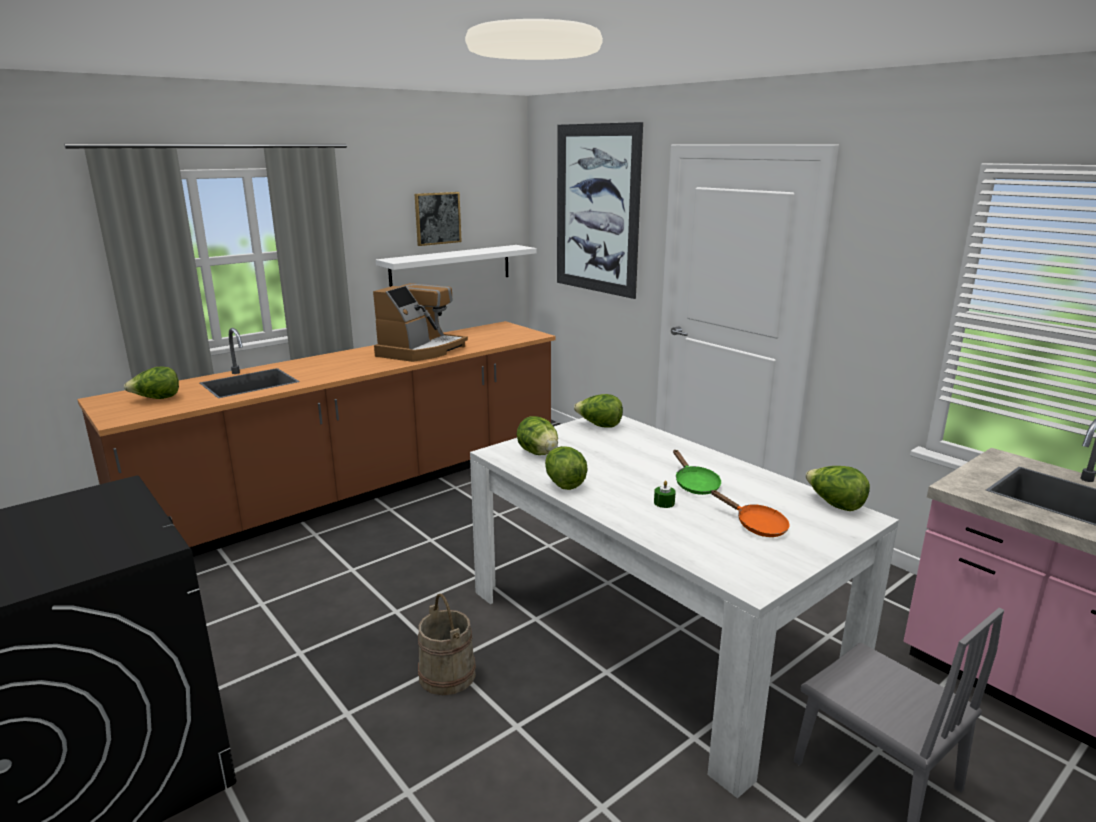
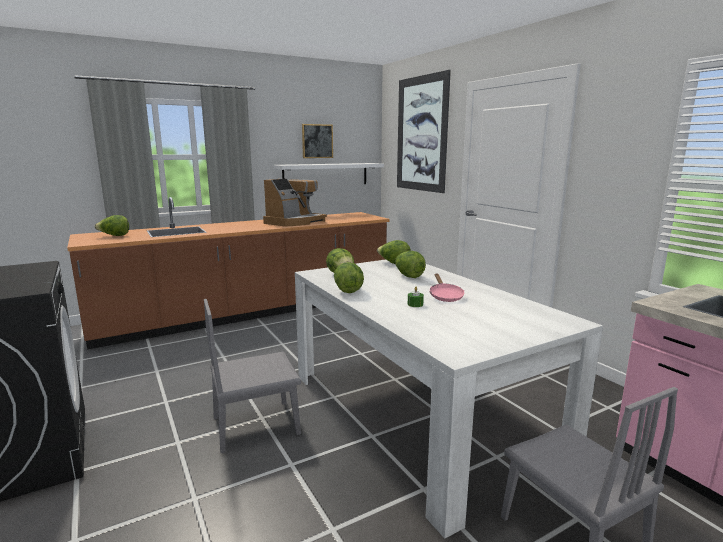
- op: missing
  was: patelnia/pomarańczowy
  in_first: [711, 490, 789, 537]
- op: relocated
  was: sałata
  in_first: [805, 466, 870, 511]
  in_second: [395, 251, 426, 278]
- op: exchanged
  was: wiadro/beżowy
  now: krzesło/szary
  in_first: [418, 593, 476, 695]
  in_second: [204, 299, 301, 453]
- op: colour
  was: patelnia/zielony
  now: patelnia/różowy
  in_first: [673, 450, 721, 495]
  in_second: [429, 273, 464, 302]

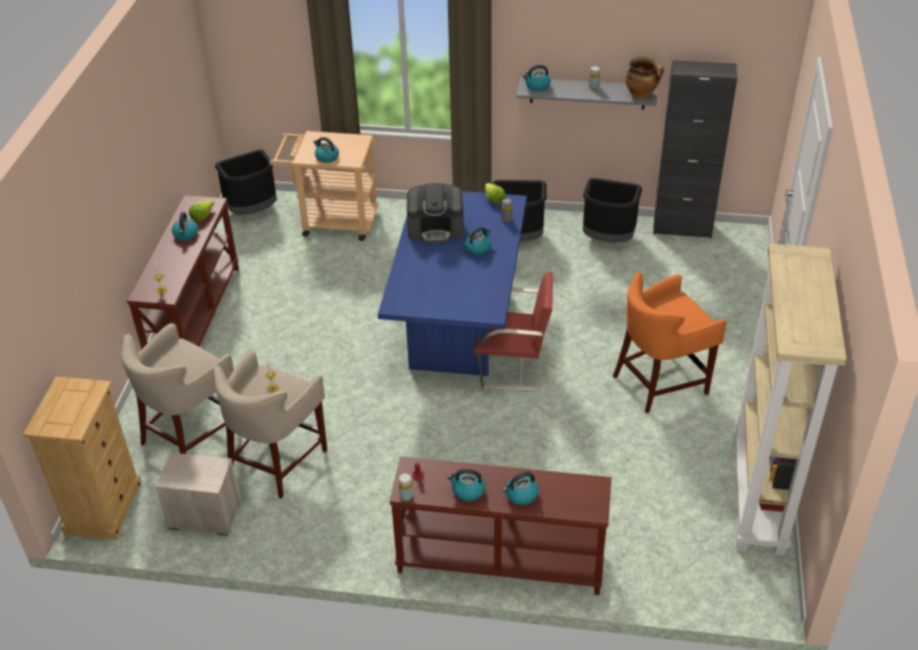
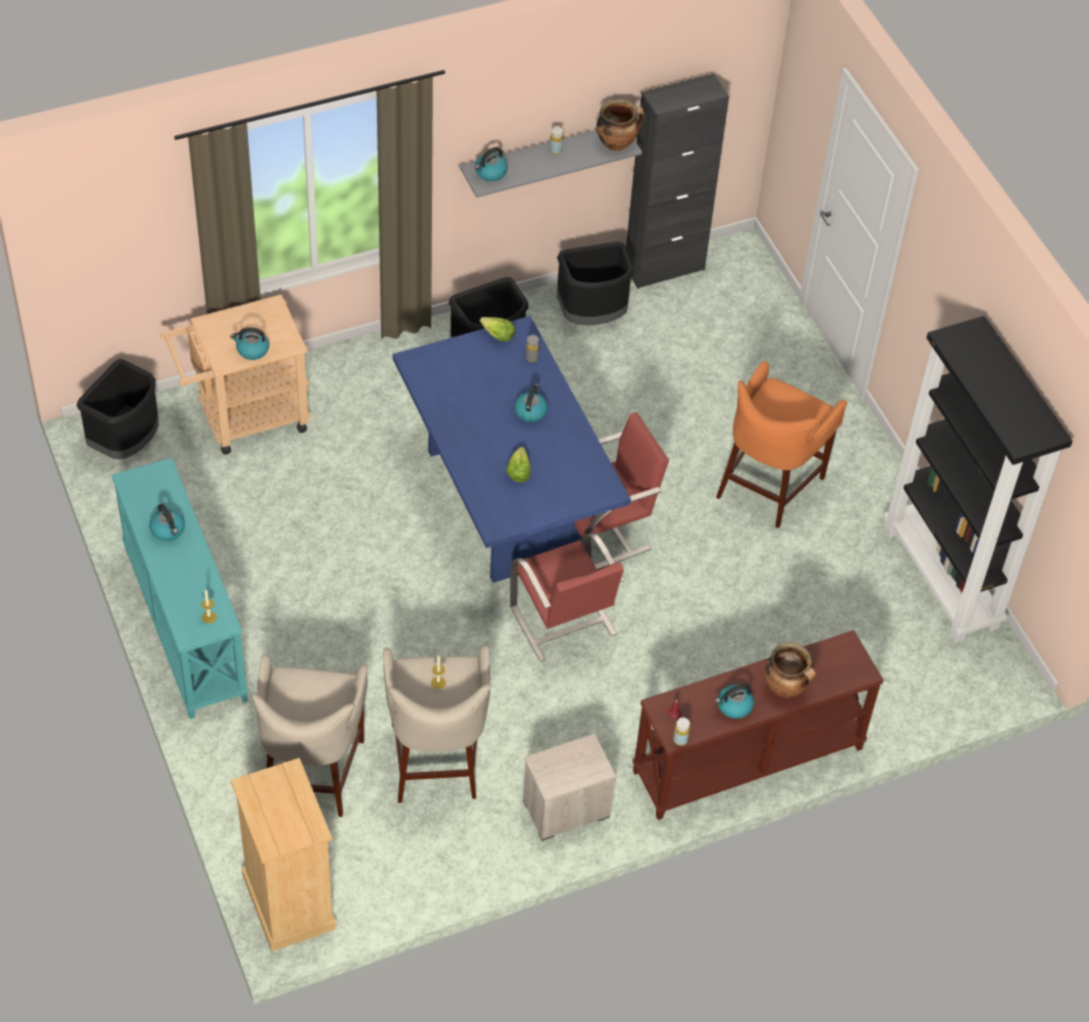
- op: missing
  was: ekspres do kawy
  in_first: [407, 183, 464, 243]
- op: appeared
  now: krzesło/czerwony
  in_second: [510, 533, 624, 662]
- op: relocated
  was: szafka nocna
  in_first: [155, 452, 241, 536]
  in_second: [522, 734, 616, 841]
- op: relocated
  was: sałata
  in_first: [189, 200, 214, 221]
  in_second: [506, 447, 531, 482]
- op: exchanged
  was: czajnik
  now: garnek
  in_first: [502, 472, 539, 505]
  in_second: [764, 642, 816, 697]
- op: colour
  was: stolik konsolowy/brązowy
  now: stolik konsolowy/turkusowy
  in_first: [127, 195, 239, 349]
  in_second: [112, 458, 249, 719]
- op: colour
  was: regał/beżowy
  now: regał/czarny
  in_first: [733, 244, 847, 556]
  in_second: [883, 316, 1073, 643]

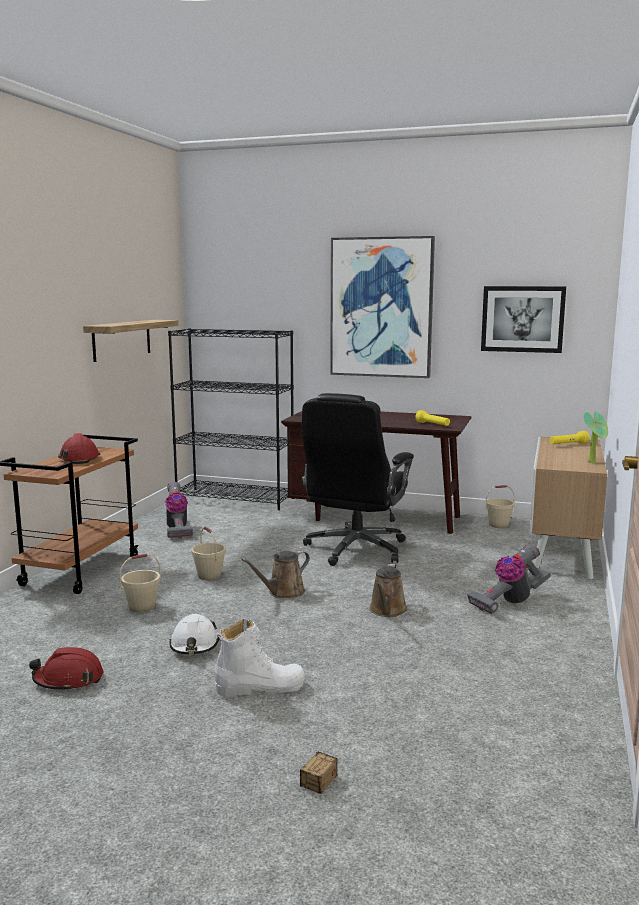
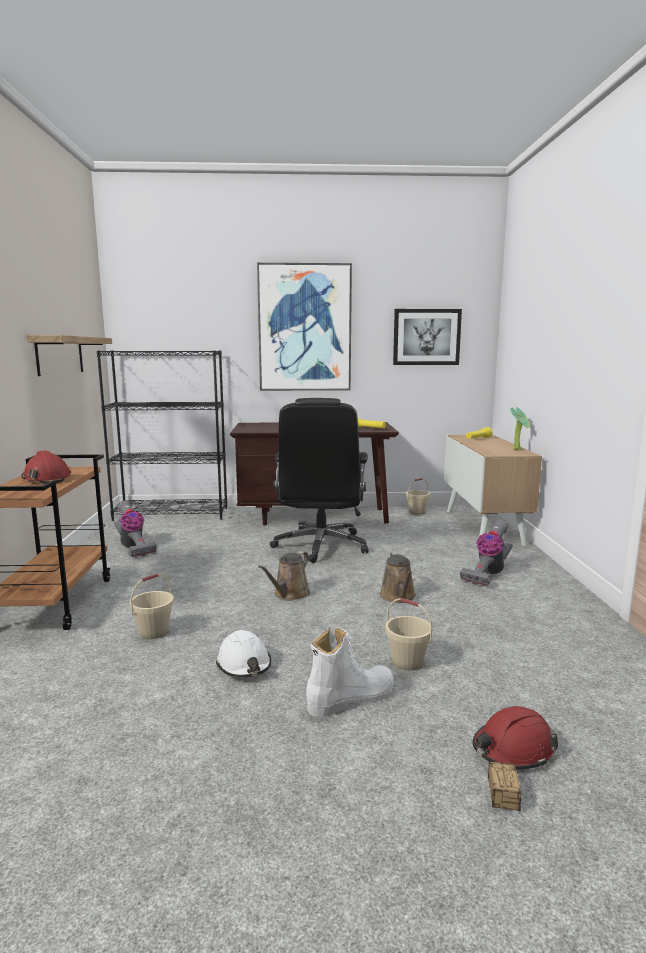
- op: relocated
  was: kask/czerwony
  in_first: [29, 647, 103, 692]
  in_second: [472, 706, 558, 769]
- op: relocated
  was: wiadro/beżowy
  in_first: [191, 527, 226, 580]
  in_second: [385, 598, 432, 671]

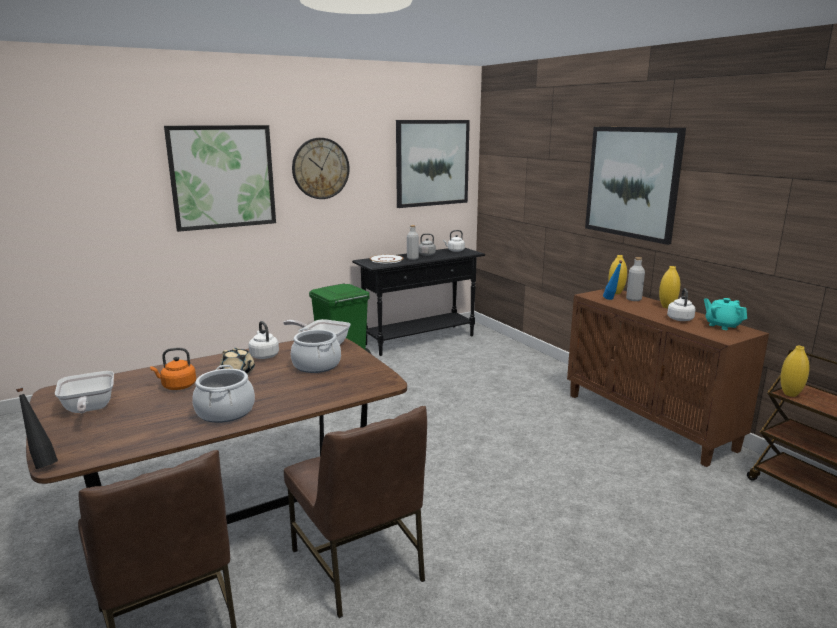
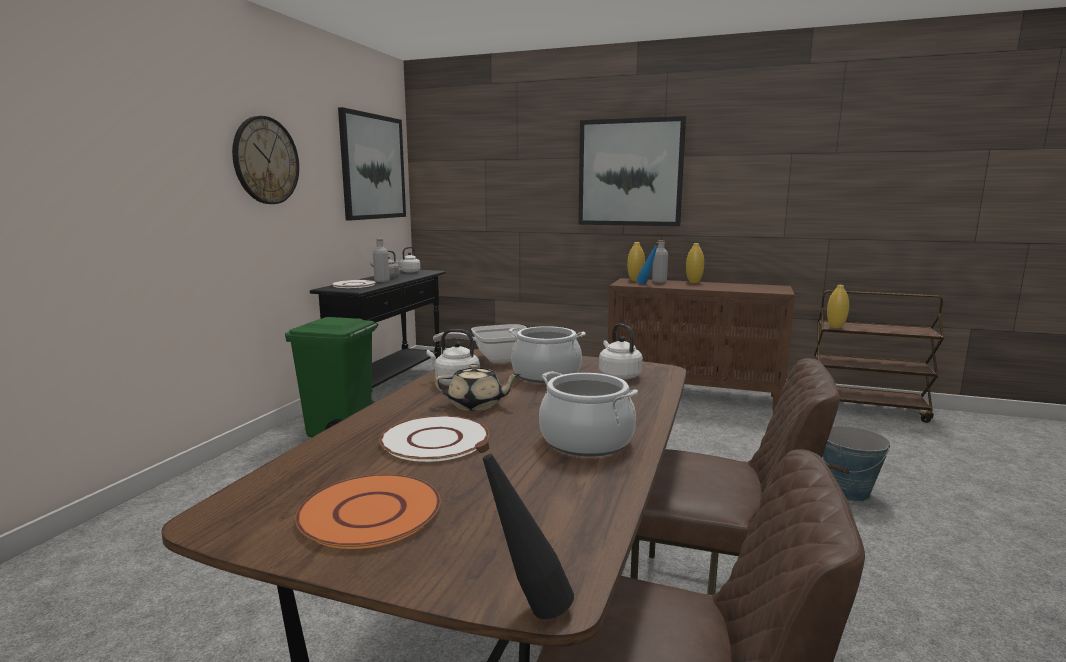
- op: missing
  was: obraz
  in_first: [164, 125, 276, 232]
- op: missing
  was: imbryk/turkusowy
  in_first: [704, 298, 747, 330]
- op: appeared
  now: wiadro
  in_second: [822, 426, 891, 502]
- op: relocated
  was: czajnik/biały
  in_first: [667, 288, 695, 321]
  in_second: [599, 324, 643, 380]
- op: exchanged
  was: patelnia
  now: talerz/pomarańczowy
  in_first: [55, 371, 114, 413]
  in_second: [295, 474, 441, 549]
- op: exchanged
  was: czajnik/pomarańczowy
  now: talerz/biały
  in_first: [150, 348, 196, 390]
  in_second: [379, 416, 489, 462]

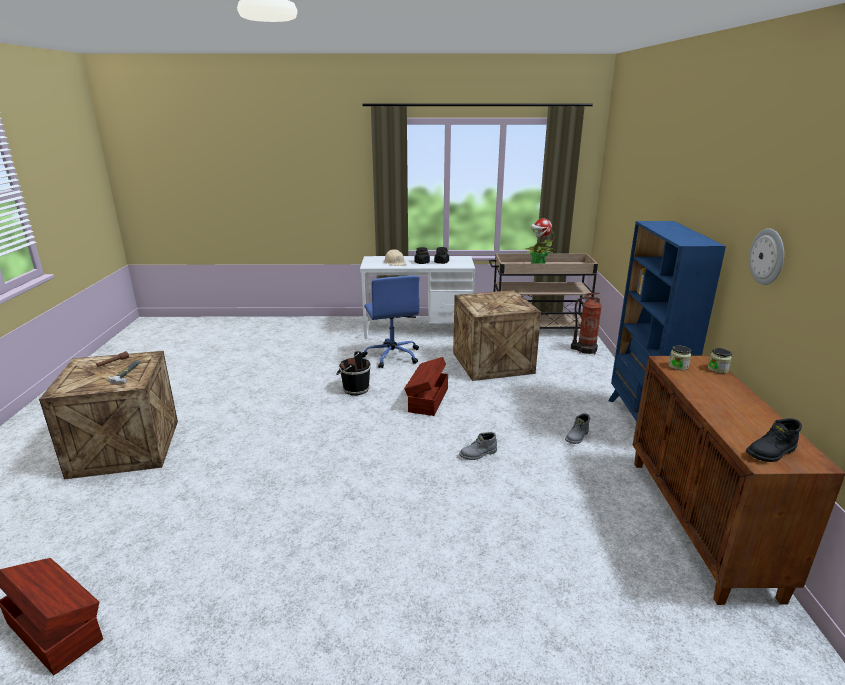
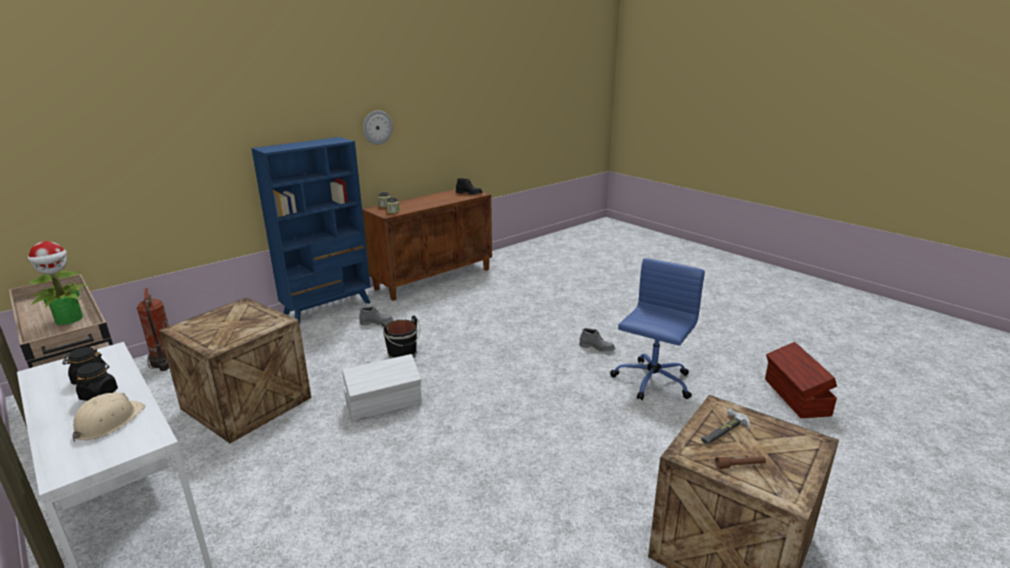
- op: relocated
  was: wiadro/czarny
  in_first: [336, 351, 371, 395]
  in_second: [382, 316, 420, 359]
- op: relocated
  was: krzesło biurowe/niebieski
  in_first: [362, 275, 419, 368]
  in_second: [610, 258, 705, 400]
- op: relocated
  was: but z cholewką/szary
  in_first: [459, 432, 497, 460]
  in_second: [579, 328, 615, 352]
- op: colour
  was: pojemnik do przechowywania/brązowy
  now: pojemnik do przechowywania/biały
  in_first: [404, 357, 448, 416]
  in_second: [343, 354, 422, 421]

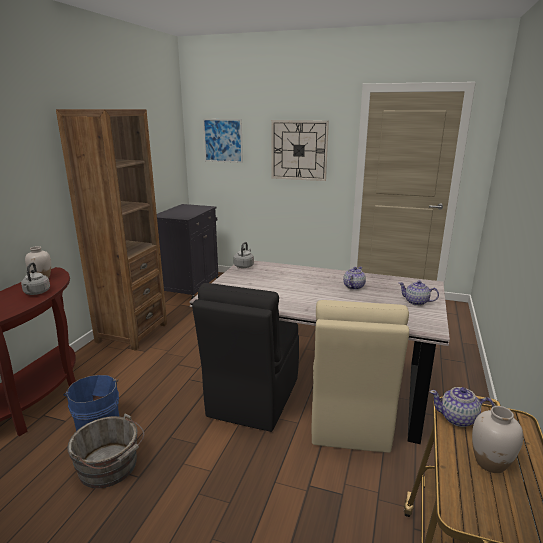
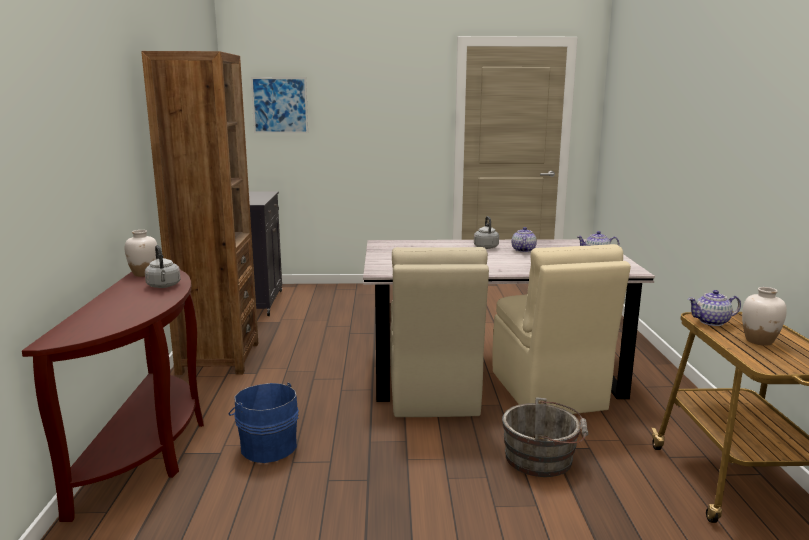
- op: missing
  was: zegar ścienny
  in_first: [271, 120, 329, 181]
- op: relocated
  was: wiadro/szary
  in_first: [67, 414, 144, 488]
  in_second: [502, 397, 588, 477]
- op: relocated
  was: czajnik/szary
  in_first: [233, 242, 254, 268]
  in_second: [474, 216, 499, 249]
- op: colour
  was: krzesło/czarny
  now: krzesło/beżowy
  in_first: [192, 283, 299, 432]
  in_second: [390, 247, 489, 417]

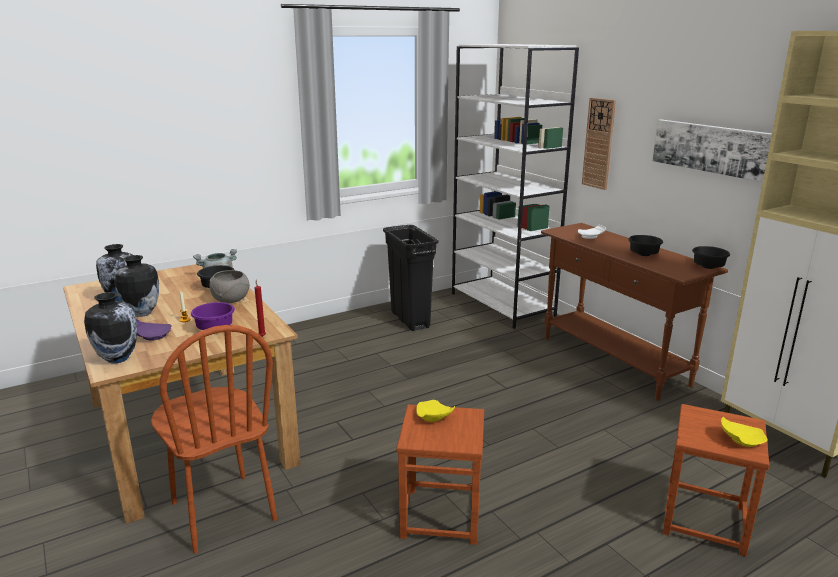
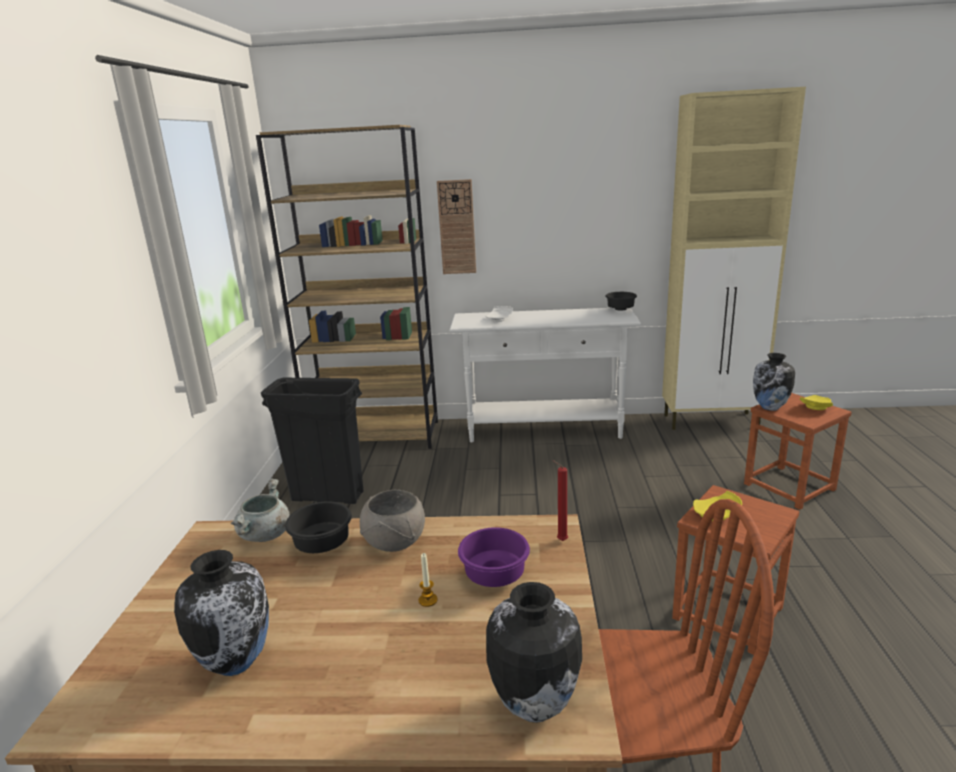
- op: missing
  was: talerz/fioletowy
  in_first: [136, 319, 171, 340]
- op: missing
  was: miska/czarny
  in_first: [628, 235, 663, 256]
- op: missing
  was: obraz
  in_first: [653, 119, 772, 182]
- op: relocated
  was: wazon
  in_first: [114, 255, 159, 317]
  in_second: [753, 353, 795, 411]
- op: colour
  was: regał/biały
  now: regał/brązowy
  in_first: [452, 44, 579, 329]
  in_second: [256, 125, 438, 449]
- op: colour
  was: stolik konsolowy/brązowy
  now: stolik konsolowy/biały
  in_first: [541, 223, 728, 401]
  in_second: [450, 308, 641, 442]

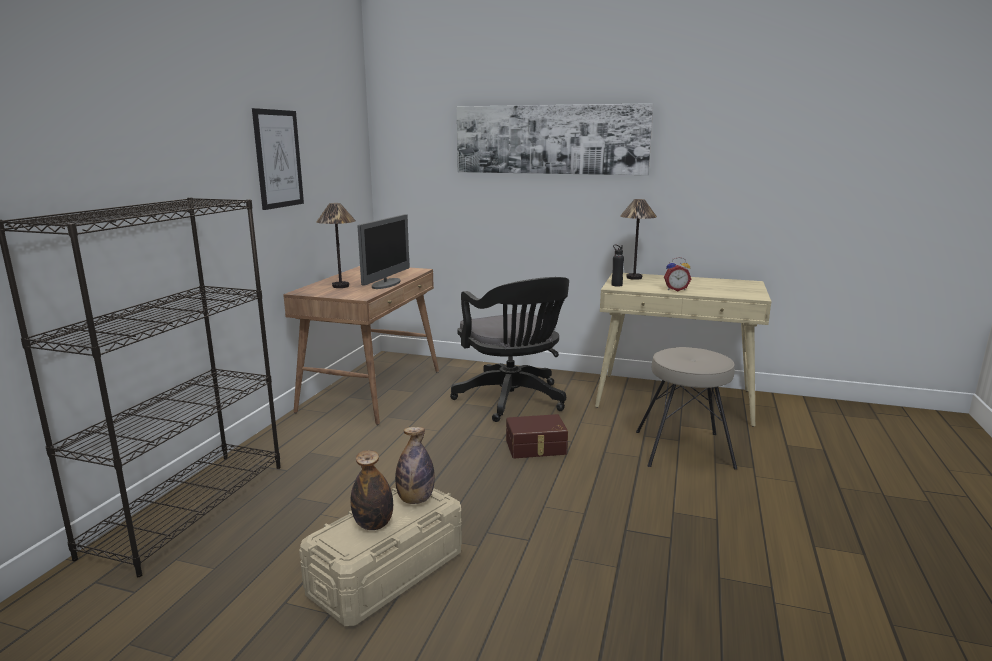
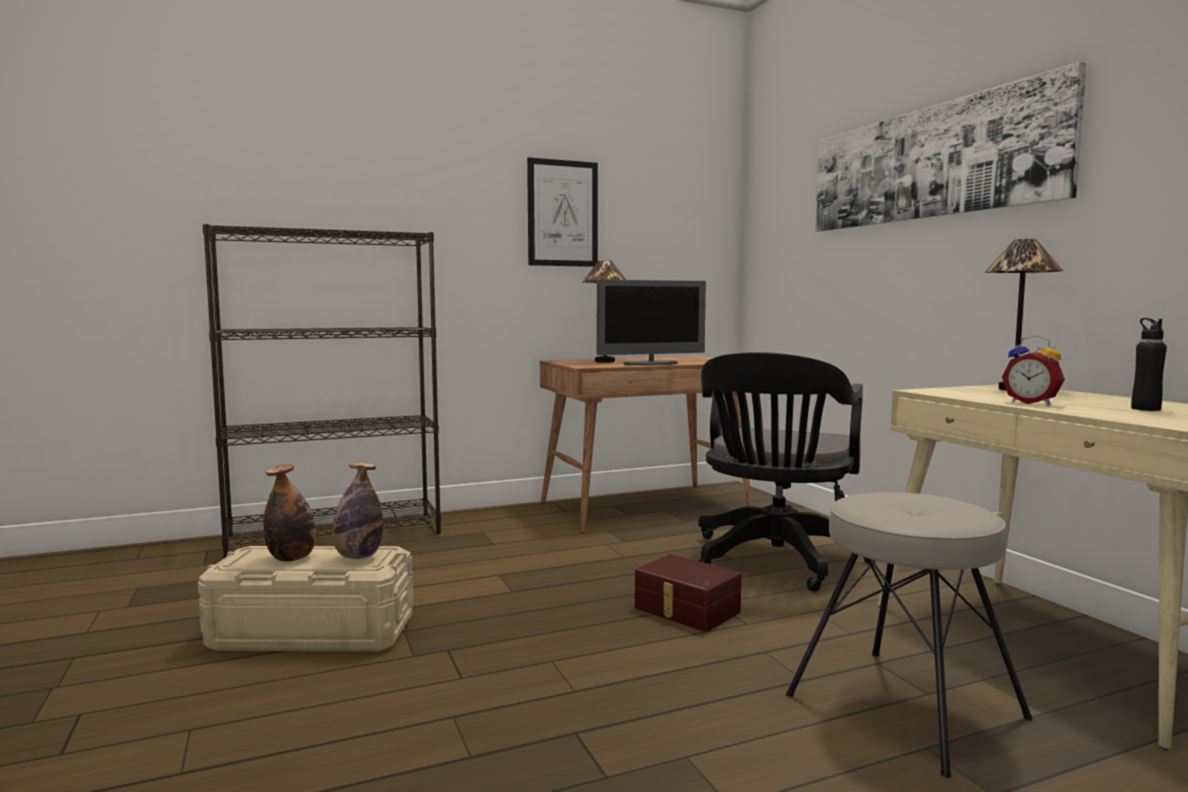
- op: relocated
  was: butelka/czarny
  in_first: [611, 245, 624, 286]
  in_second: [1131, 318, 1167, 411]

